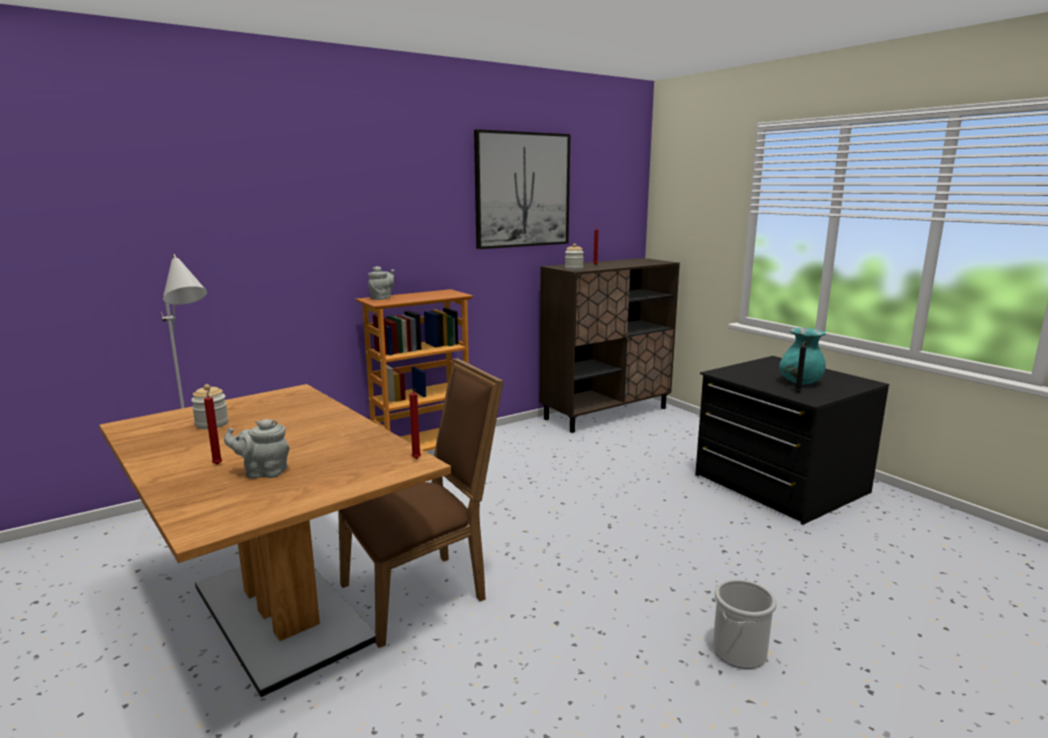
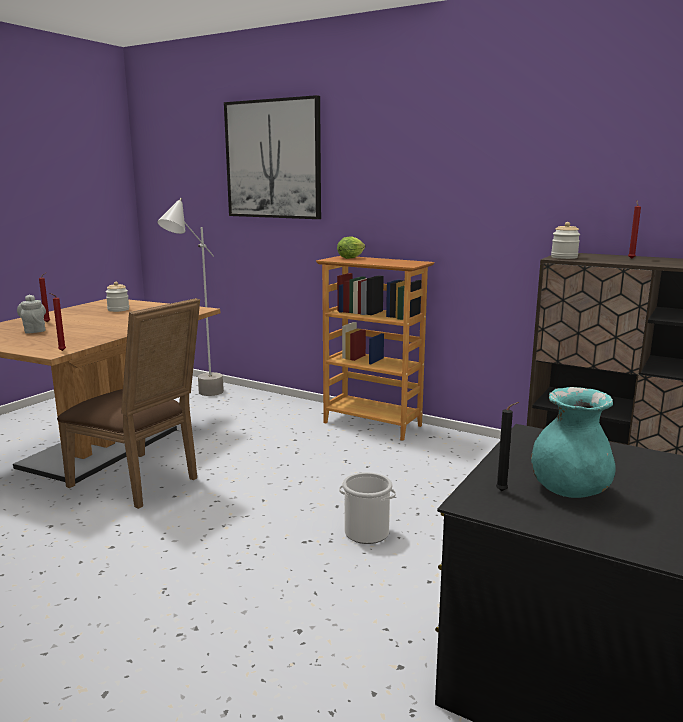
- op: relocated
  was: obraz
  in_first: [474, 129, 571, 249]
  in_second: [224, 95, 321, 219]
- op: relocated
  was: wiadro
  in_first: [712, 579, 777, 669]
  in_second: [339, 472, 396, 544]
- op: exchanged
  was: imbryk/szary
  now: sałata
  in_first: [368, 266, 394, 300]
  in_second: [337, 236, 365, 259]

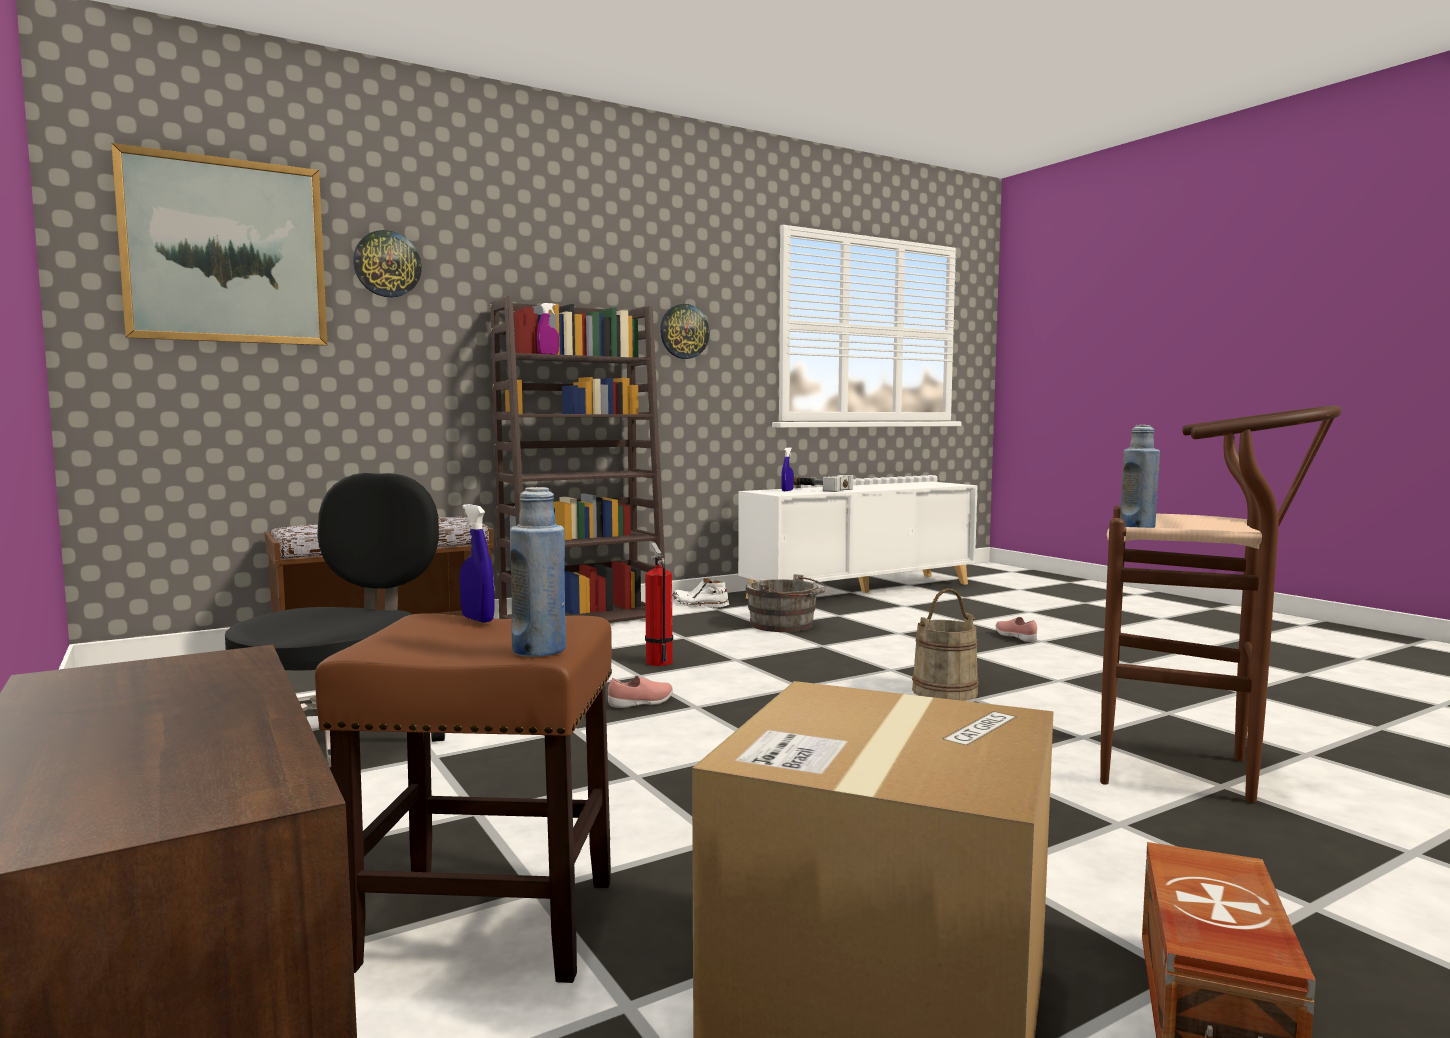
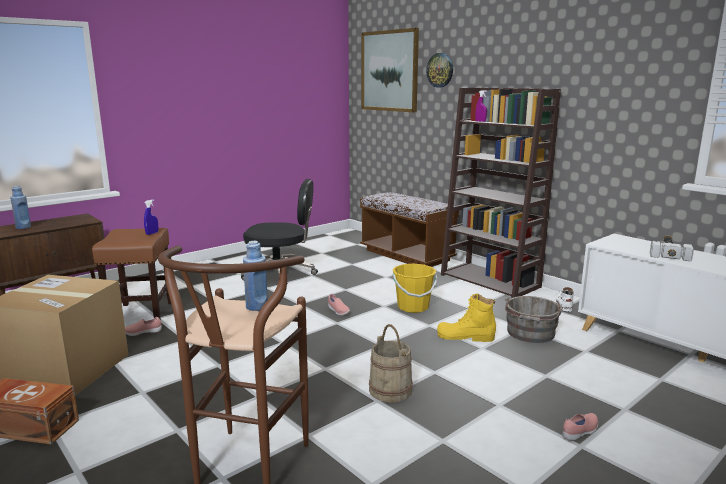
- op: missing
  was: zegar ścienny
  in_first: [660, 304, 710, 359]
- op: missing
  was: spryskiwacz/niebieski
  in_first: [781, 447, 794, 491]
- op: appeared
  now: but/różowy
  in_second: [125, 317, 162, 336]
- op: appeared
  now: but z cholewką/żółty
  in_second: [437, 293, 496, 342]
- op: relocated
  was: butelka/niebieski
  in_first: [510, 487, 566, 657]
  in_second: [10, 186, 31, 229]
- op: exchanged
  was: gaśnica
  now: wiadro/żółty
  in_first: [645, 543, 673, 666]
  in_second: [393, 264, 437, 313]

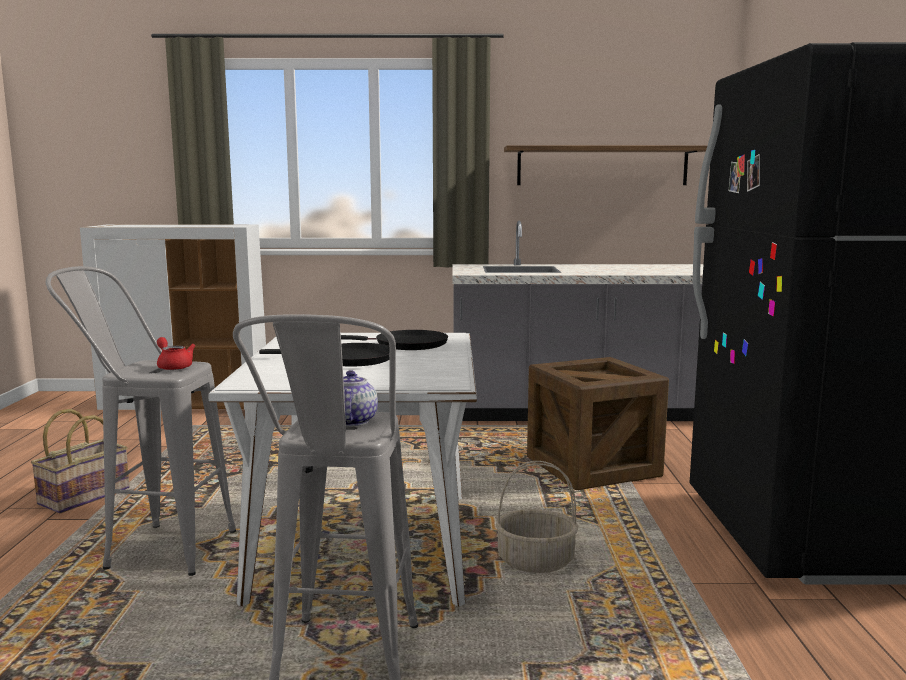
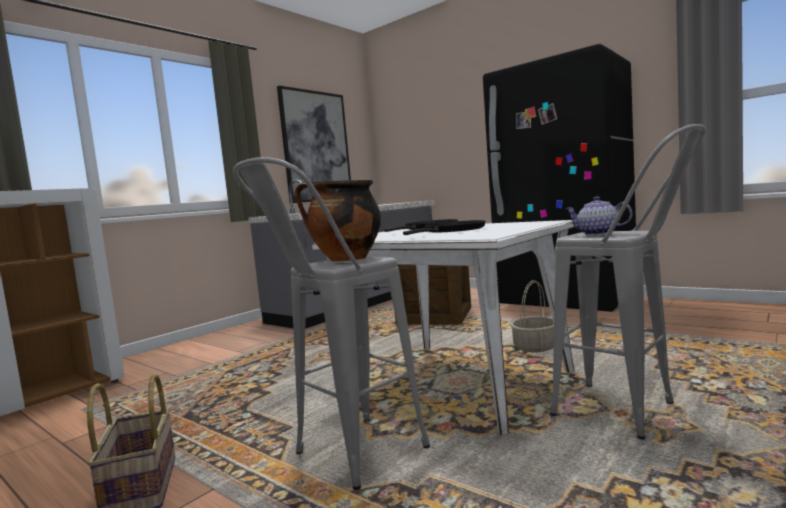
- op: exchanged
  was: imbryk/czerwony
  now: garnek
  in_first: [157, 337, 195, 370]
  in_second: [295, 180, 381, 262]
- op: exchanged
  was: półka
  now: obraz
  in_first: [504, 146, 707, 185]
  in_second: [277, 85, 351, 203]

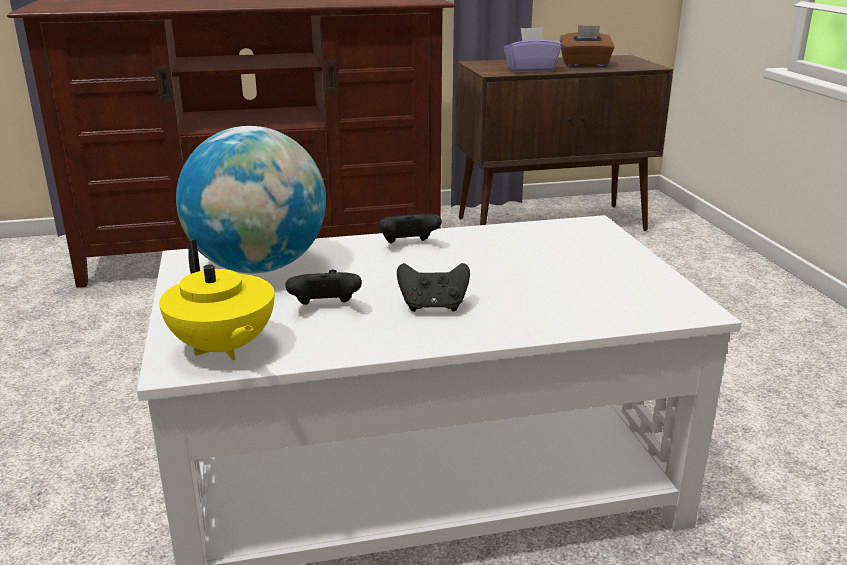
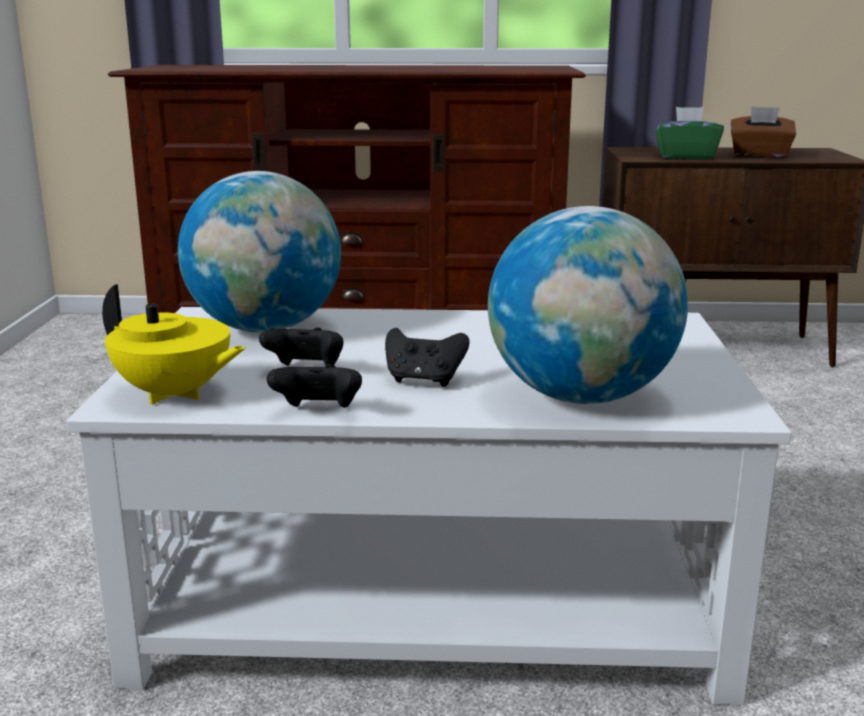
- op: appeared
  now: globus
  in_second: [488, 206, 688, 404]
- op: relocated
  was: pad do gier/czarny
  in_first: [379, 212, 442, 243]
  in_second: [267, 364, 362, 408]
- op: colour
  was: pudełko chusteczek/fioletowy
  now: pudełko chusteczek/zielony
  in_first: [503, 27, 562, 72]
  in_second: [655, 107, 724, 160]
- op: spun
  was: imbryk/żółty
  in_first: [159, 240, 274, 360]
  in_second: [102, 284, 246, 405]
  clockwise: -45

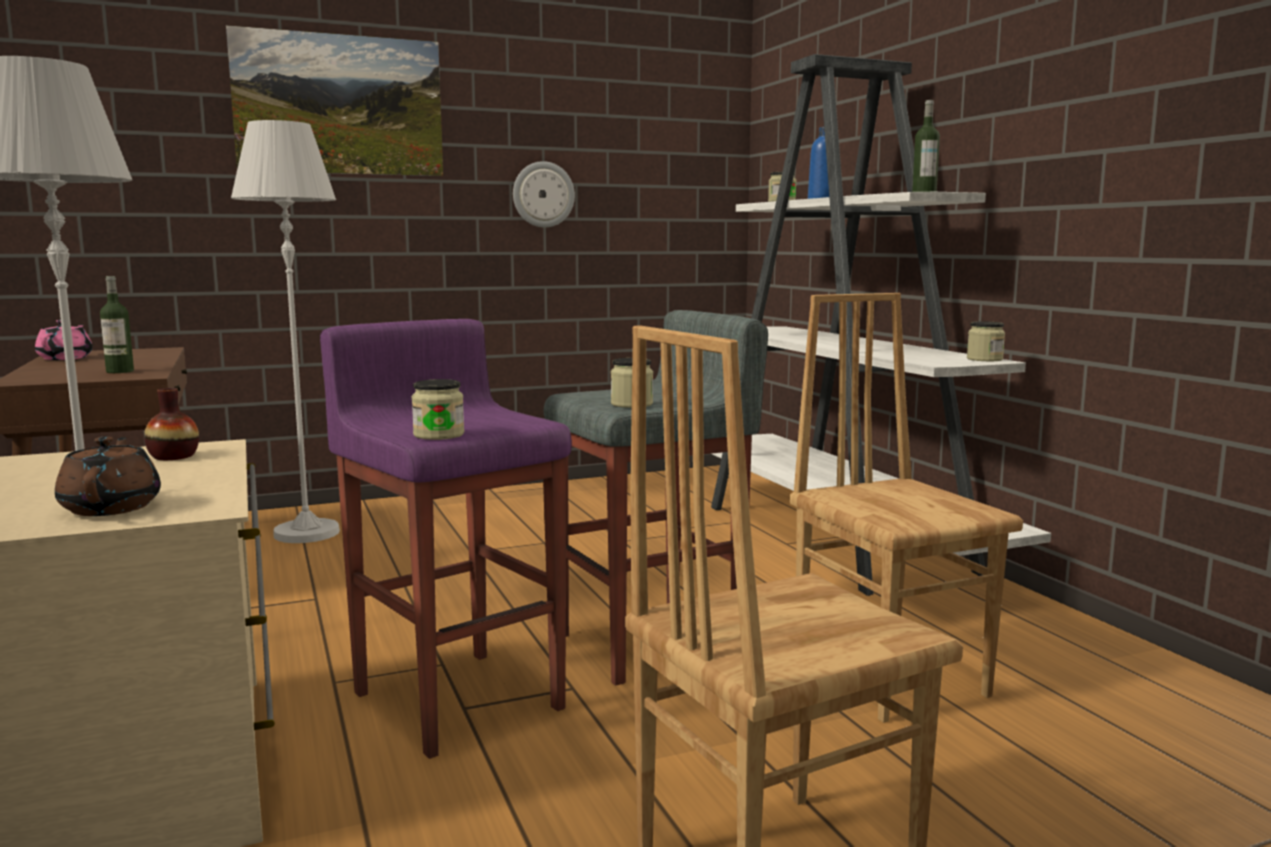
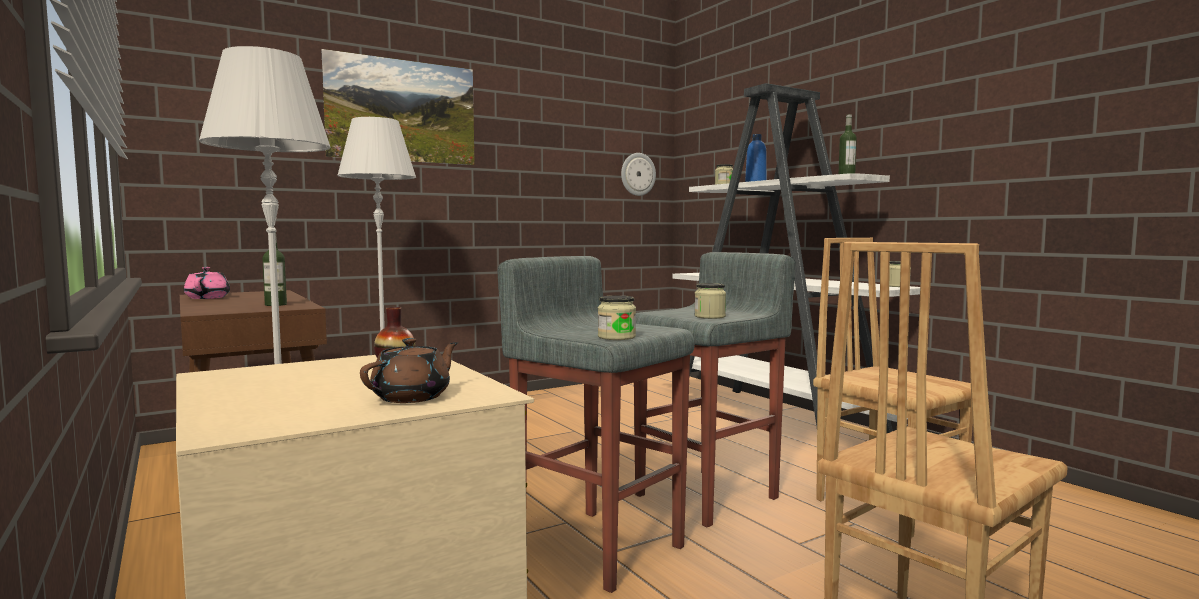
- op: relocated
  was: zegar ścienny
  in_first: [513, 161, 575, 228]
  in_second: [621, 153, 656, 196]
- op: colour
  was: stołek/fioletowy
  now: stołek/szary
  in_first: [320, 319, 572, 759]
  in_second: [498, 256, 695, 593]
- op: spun
  was: imbryk/brązowy
  in_first: [55, 436, 161, 516]
  in_second: [360, 338, 458, 403]
  clockwise: 60

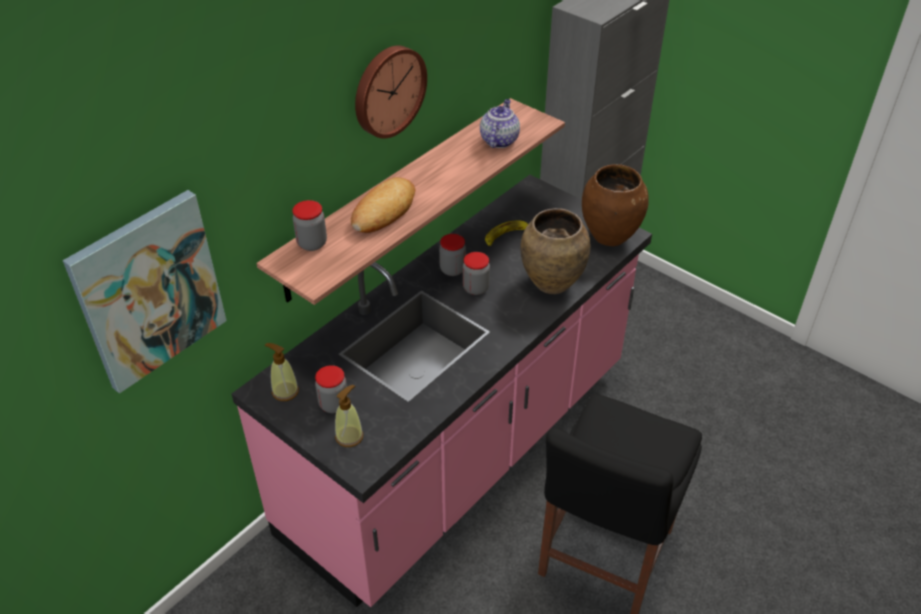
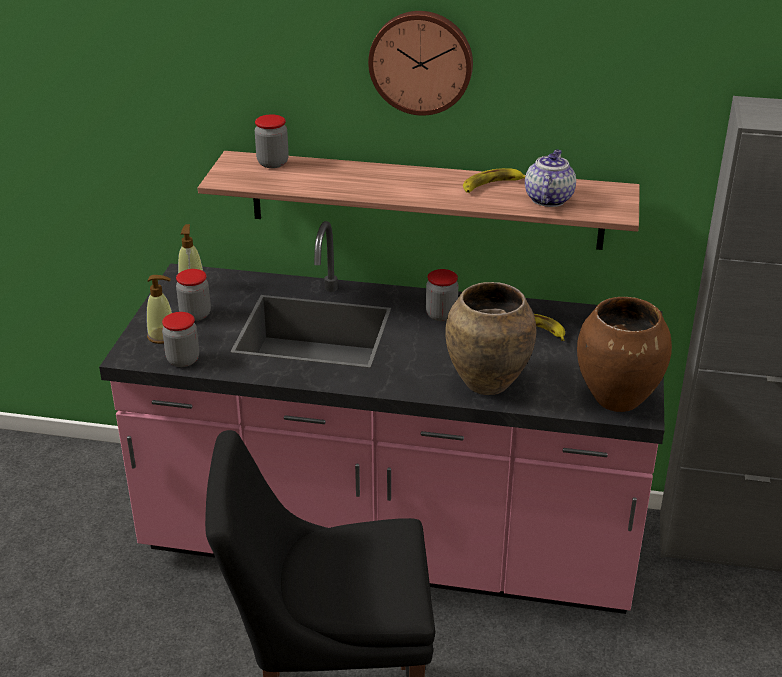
- op: missing
  was: obraz
  in_first: [63, 190, 227, 394]
- op: missing
  was: chleb
  in_first: [351, 177, 415, 233]
- op: appeared
  now: banan
  in_second: [463, 168, 525, 193]
- op: relocated
  was: słoik
  in_first: [463, 252, 490, 295]
  in_second: [162, 312, 199, 367]
- op: spun
  was: imbryk
  in_first: [480, 99, 520, 148]
  in_second: [525, 149, 576, 207]
  clockwise: -60

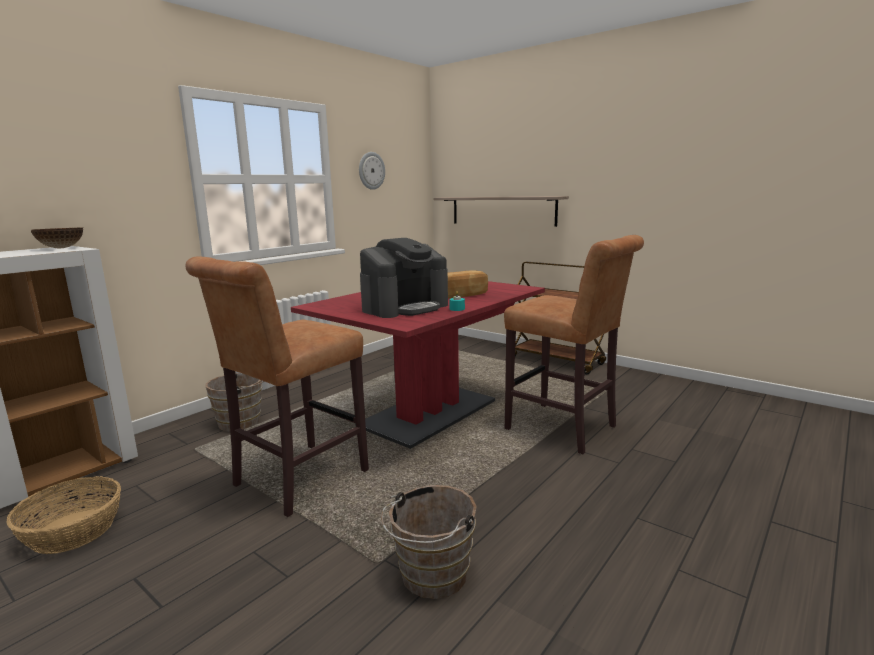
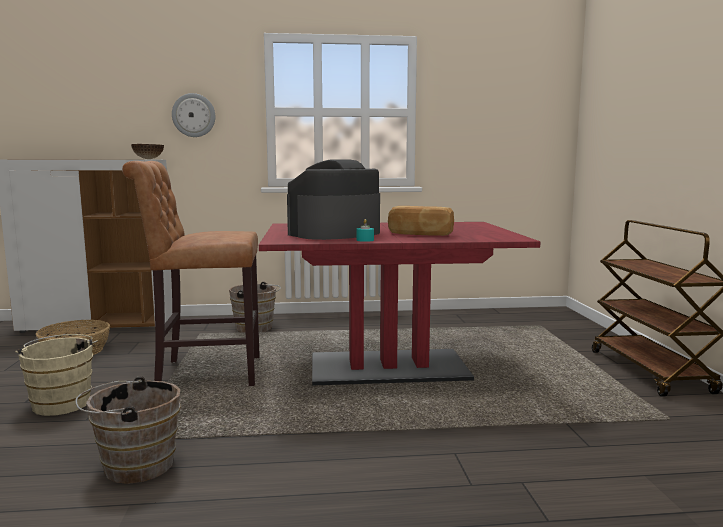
- op: missing
  was: półka
  in_first: [433, 196, 569, 227]
- op: missing
  was: stołek/brązowy
  in_first: [504, 235, 644, 454]
- op: appeared
  now: wiadro/beżowy
  in_second: [15, 334, 98, 416]
- op: relocated
  was: zegar ścienny
  in_first: [359, 152, 385, 190]
  in_second: [172, 93, 215, 137]
- op: spun
  was: ekspres do kawy
  in_first: [360, 238, 448, 318]
  in_second: [287, 159, 380, 240]
  clockwise: 135

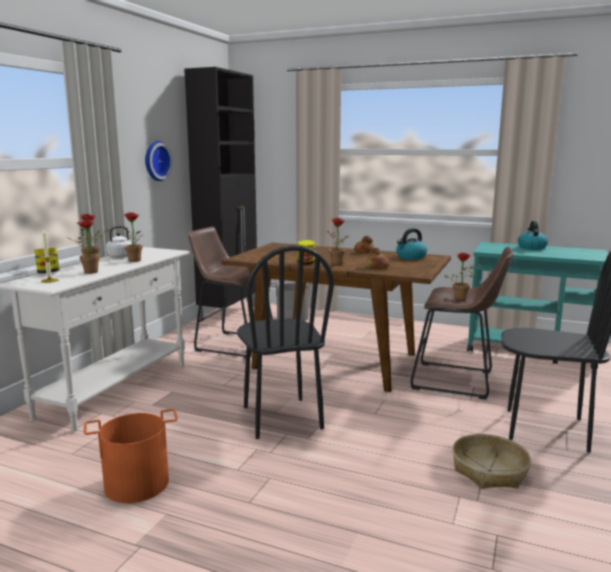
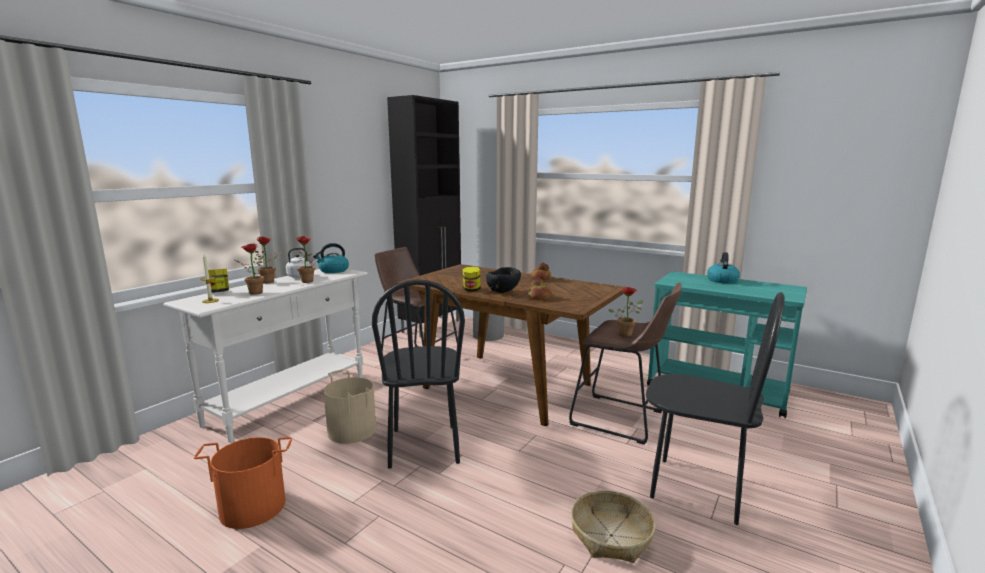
- op: missing
  was: zegar ścienny
  in_first: [145, 141, 173, 181]
- op: appeared
  now: wiadro/beżowy
  in_second: [323, 369, 376, 444]
- op: relocated
  was: czajnik
  in_first: [396, 228, 427, 260]
  in_second: [313, 243, 349, 273]
- op: exchanged
  was: roślina doniczkowa
  now: miska/czarny
  in_first: [327, 218, 349, 265]
  in_second: [486, 267, 521, 293]

